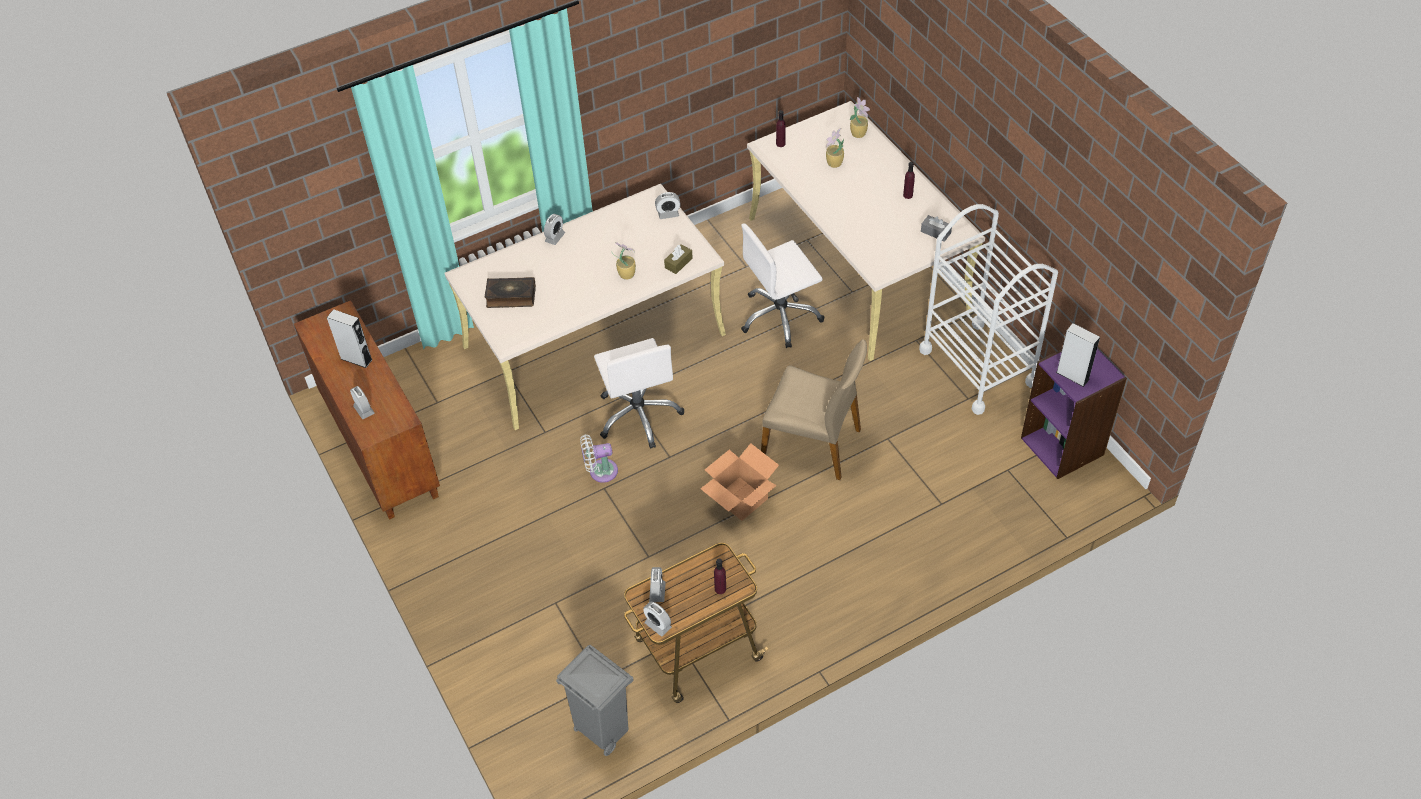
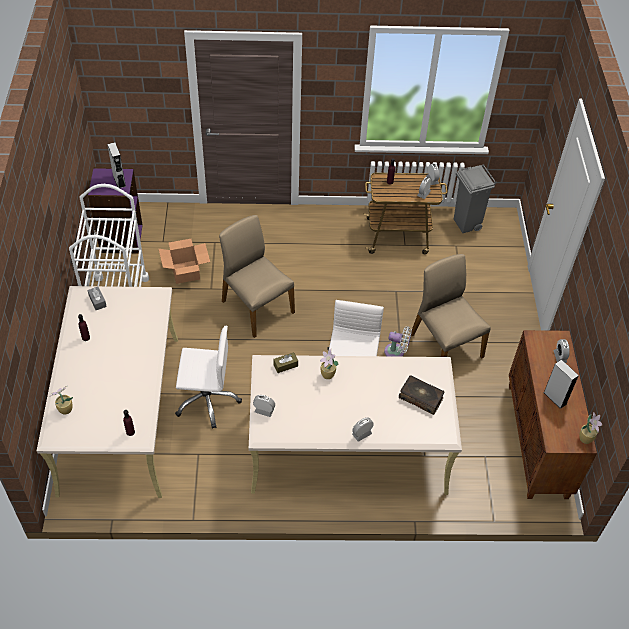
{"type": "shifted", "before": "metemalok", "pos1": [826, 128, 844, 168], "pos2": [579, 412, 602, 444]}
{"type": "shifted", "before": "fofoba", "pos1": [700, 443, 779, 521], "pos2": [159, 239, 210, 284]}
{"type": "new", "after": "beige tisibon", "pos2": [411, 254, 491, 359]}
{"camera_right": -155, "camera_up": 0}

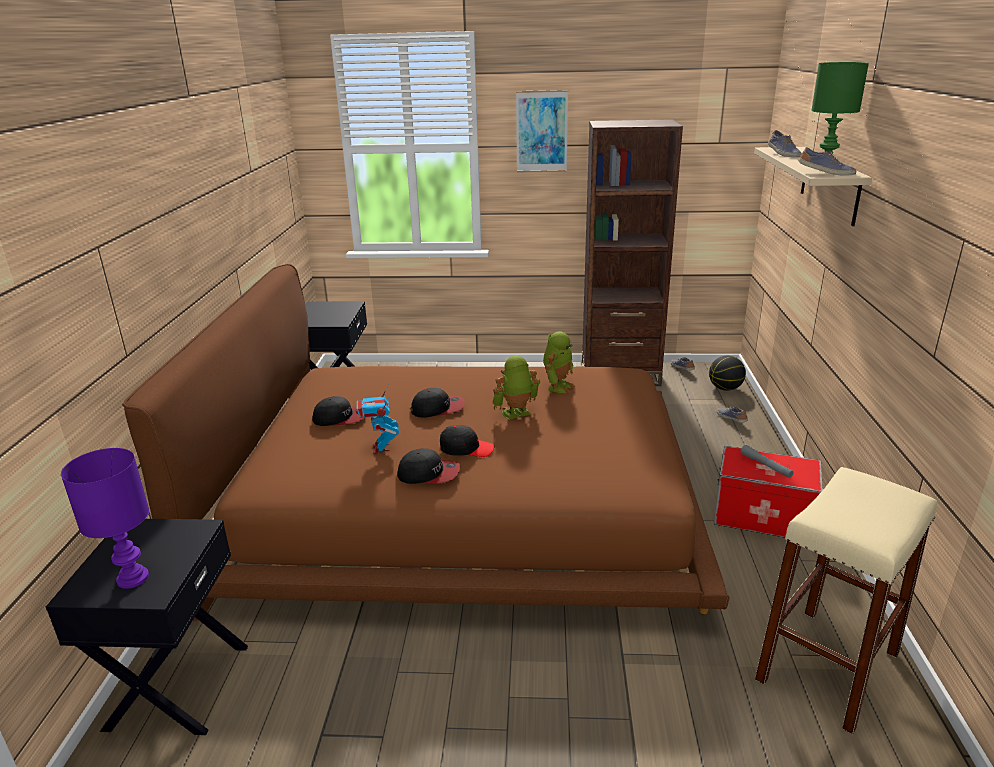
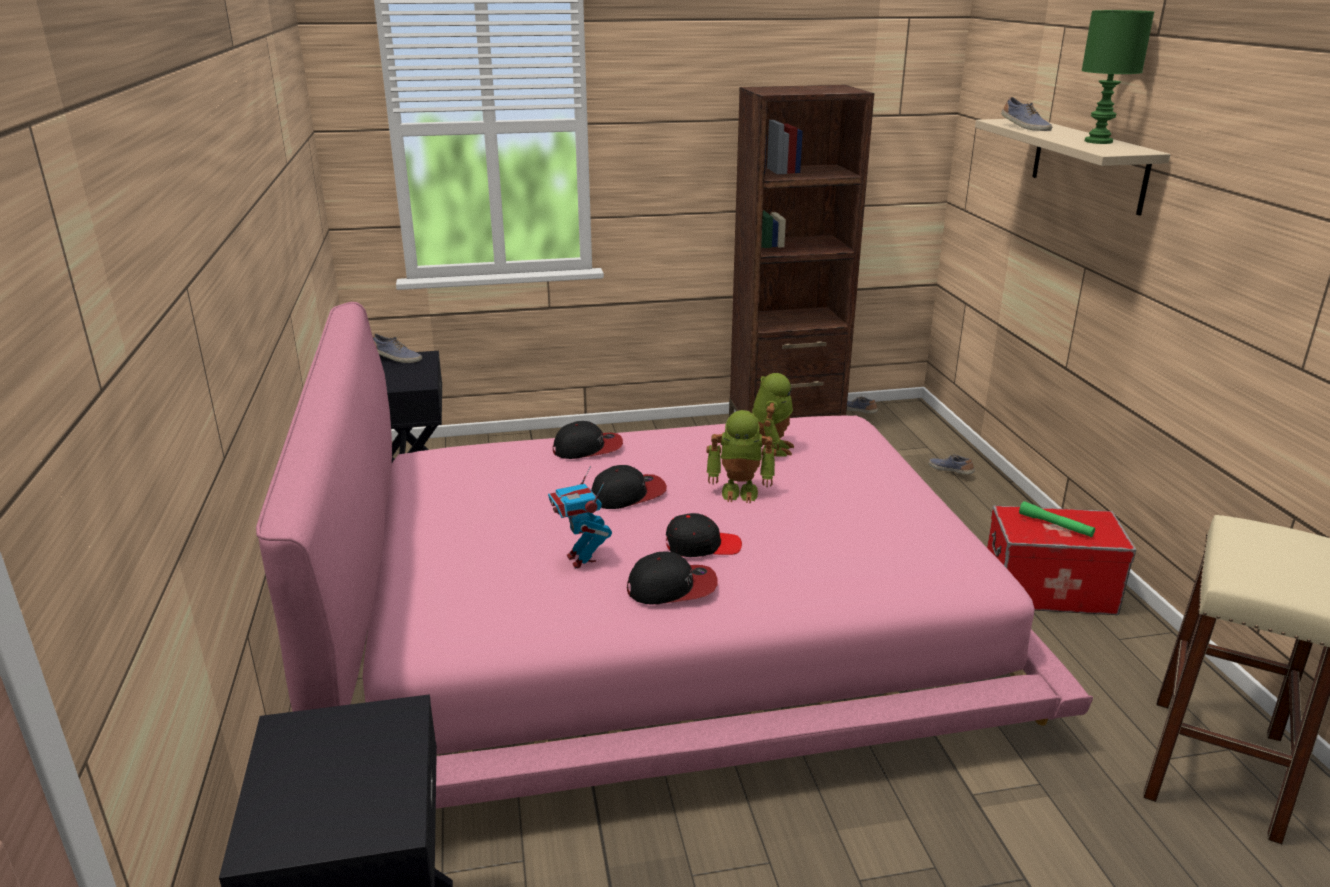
{"type": "gone", "before": "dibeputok", "pos1": [516, 90, 568, 172]}
{"type": "shifted", "before": "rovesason", "pos1": [798, 147, 856, 176], "pos2": [373, 333, 422, 363]}
{"type": "repainted", "before": "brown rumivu", "after": "pink rumivu", "pos1": [122, 264, 730, 620], "pos2": [256, 302, 1093, 808]}
{"type": "rotated", "before": "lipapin", "pos1": [493, 355, 540, 420], "pos2": [707, 410, 777, 503], "turn": -135}
{"type": "gone", "before": "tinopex", "pos1": [709, 356, 746, 391]}
{"type": "shifted", "before": "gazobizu", "pos1": [312, 396, 363, 426], "pos2": [553, 421, 623, 459]}
{"type": "repainted", "before": "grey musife", "after": "green musife", "pos1": [741, 445, 794, 478], "pos2": [1019, 501, 1095, 537]}
{"type": "gone", "before": "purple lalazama", "pos1": [61, 448, 149, 589]}
{"camera_right": -15, "camera_up": 0}

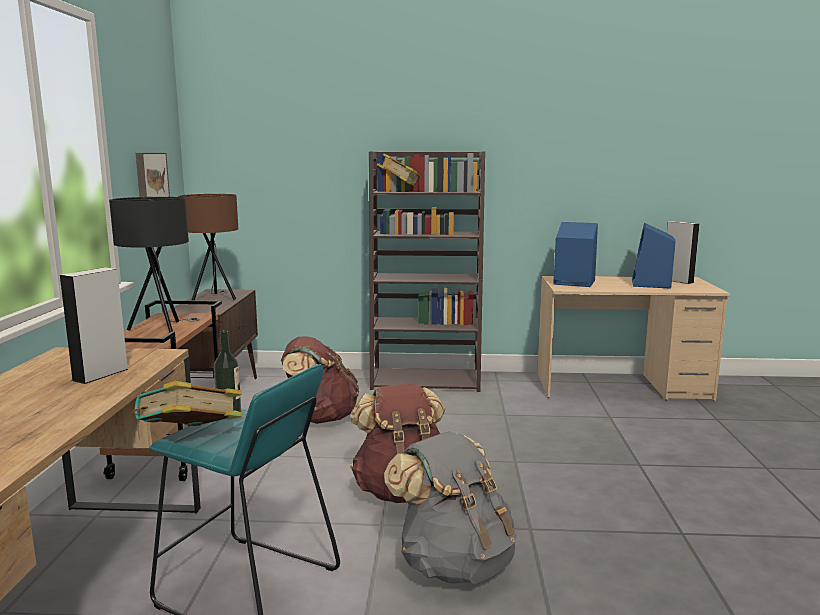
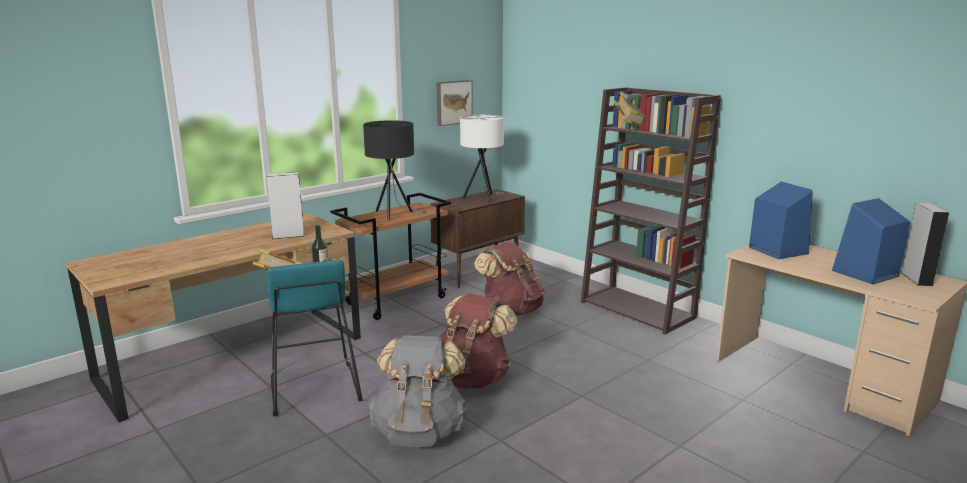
{"type": "repainted", "before": "brown lalazama", "after": "white lalazama", "pos1": [178, 194, 238, 301], "pos2": [460, 115, 504, 202]}
{"camera_right": 45, "camera_up": 5}

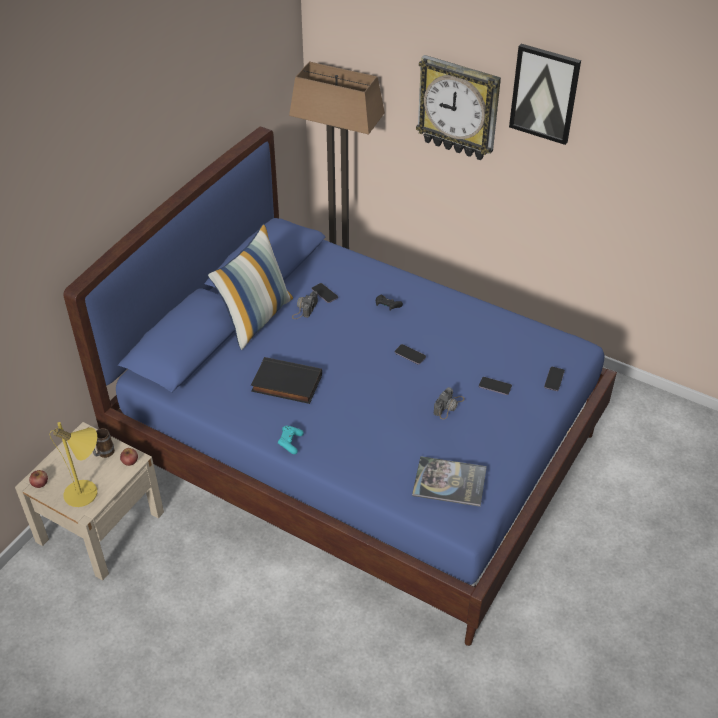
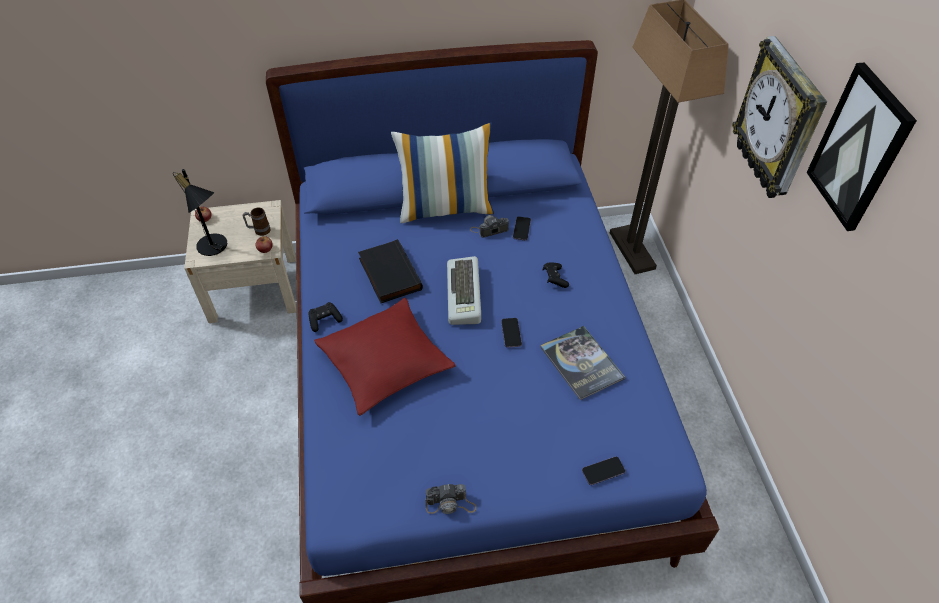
{"type": "gone", "before": "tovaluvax", "pos1": [479, 377, 512, 395]}
{"type": "shifted", "before": "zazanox", "pos1": [433, 387, 465, 419], "pos2": [425, 484, 477, 514]}
{"type": "repainted", "before": "yellow lalazama", "after": "black lalazama", "pos1": [50, 422, 97, 507], "pos2": [173, 169, 227, 256]}
{"type": "repainted", "before": "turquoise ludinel", "after": "black ludinel", "pos1": [278, 426, 304, 454], "pos2": [308, 302, 343, 332]}
{"type": "shifted", "before": "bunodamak", "pos1": [412, 456, 487, 507], "pos2": [540, 326, 625, 400]}
{"type": "new", "after": "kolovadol", "pos2": [447, 256, 481, 325]}
{"type": "new", "after": "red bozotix", "pos2": [314, 298, 456, 416]}
{"camera_right": 50, "camera_up": 5}

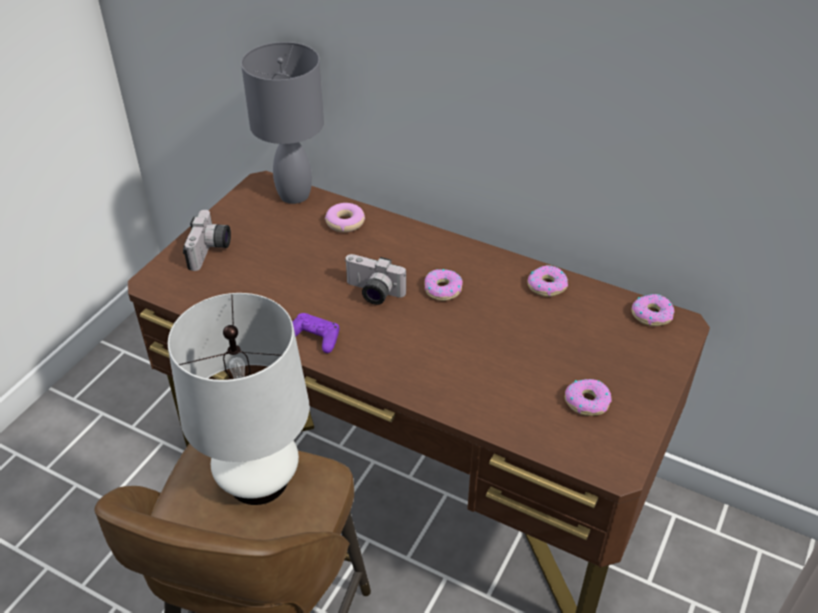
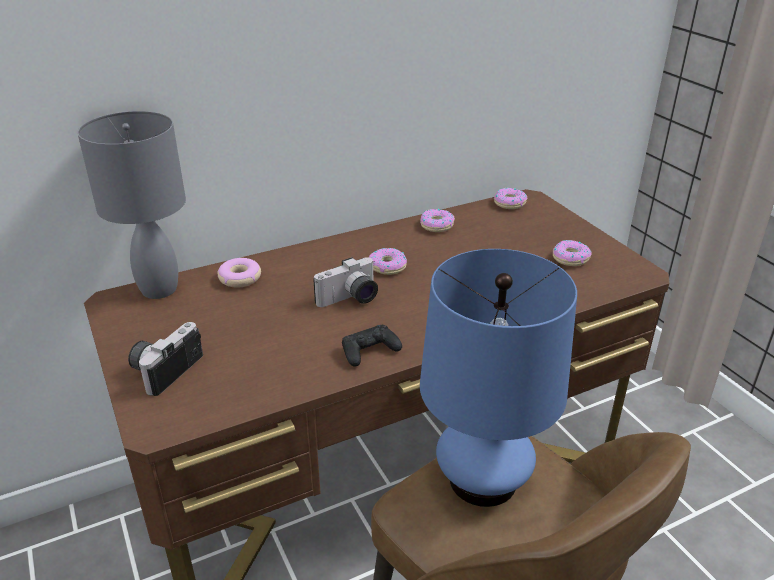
{"type": "rotated", "before": "zazanox", "pos1": [183, 210, 231, 271], "pos2": [128, 322, 203, 396], "turn": -105}
{"type": "repainted", "before": "white lalazama", "after": "blue lalazama", "pos1": [168, 293, 309, 505], "pos2": [420, 249, 577, 507]}
{"type": "repainted", "before": "purple ludinel", "after": "black ludinel", "pos1": [292, 313, 339, 353], "pos2": [342, 325, 402, 367]}
{"camera_right": -55, "camera_up": -10}

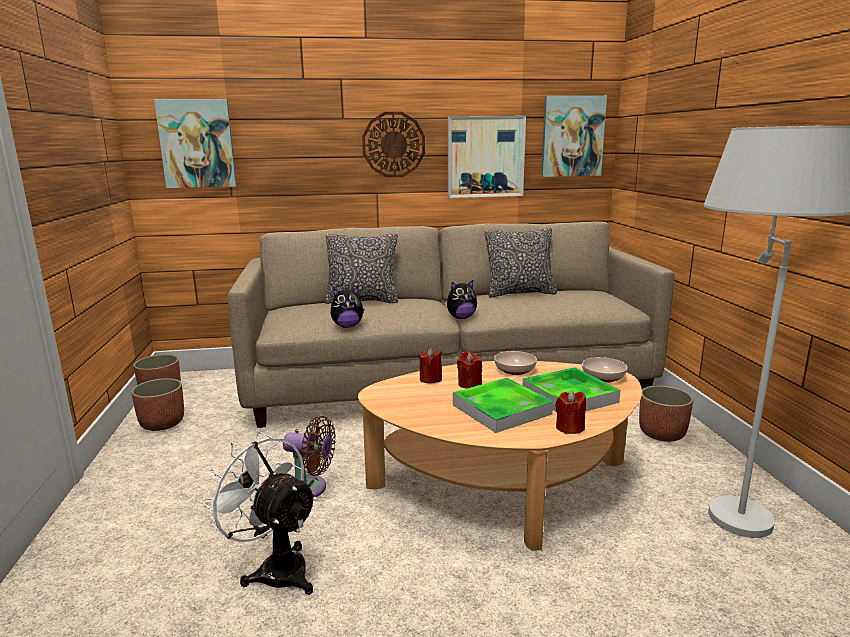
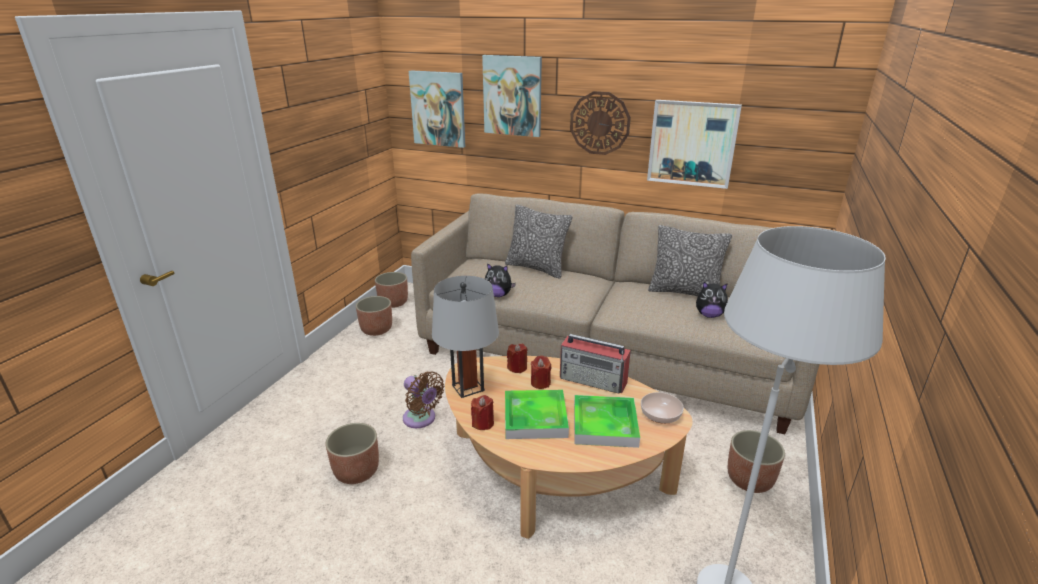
{"type": "shifted", "before": "dibeputok", "pos1": [541, 95, 607, 177], "pos2": [482, 55, 542, 137]}
{"type": "shifted", "before": "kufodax", "pos1": [447, 280, 477, 319], "pos2": [696, 282, 728, 318]}
{"type": "swapped", "before": "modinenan", "after": "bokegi", "pos1": [494, 351, 537, 375], "pos2": [560, 334, 631, 394]}
{"type": "shifted", "before": "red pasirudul", "pos1": [556, 390, 586, 434], "pos2": [471, 395, 494, 430]}
{"type": "swapped", "before": "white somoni", "after": "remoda", "pos1": [201, 431, 318, 595], "pos2": [325, 423, 379, 484]}
{"type": "new", "after": "grey lalazama", "pos2": [432, 276, 499, 398]}
{"camera_right": 30, "camera_up": 10}

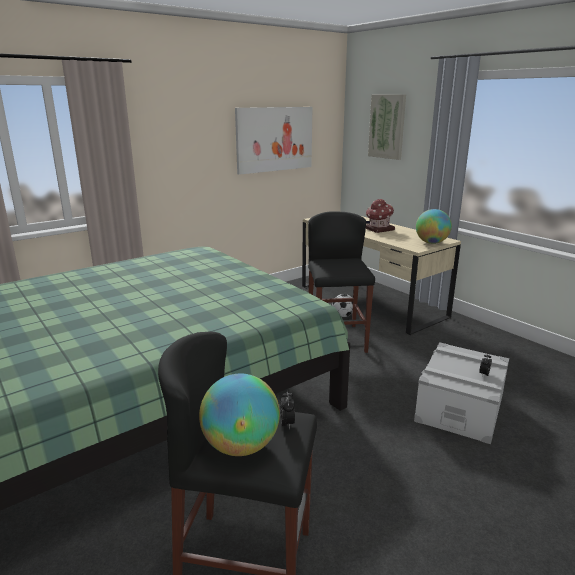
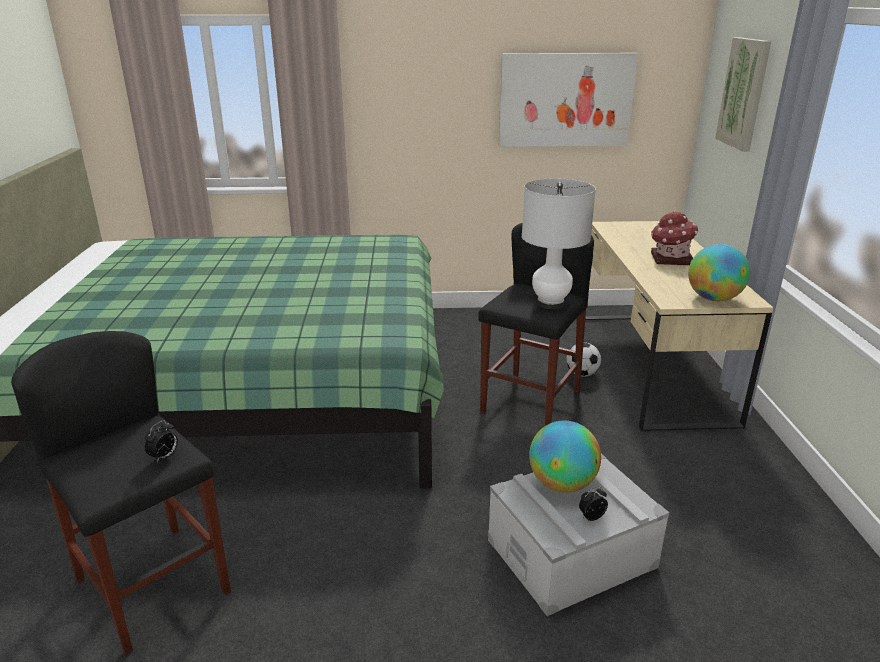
{"type": "shifted", "before": "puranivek", "pos1": [199, 373, 280, 456], "pos2": [529, 421, 601, 492]}
{"type": "new", "after": "white lalazama", "pos2": [522, 178, 596, 309]}
{"camera_right": 35, "camera_up": 5}

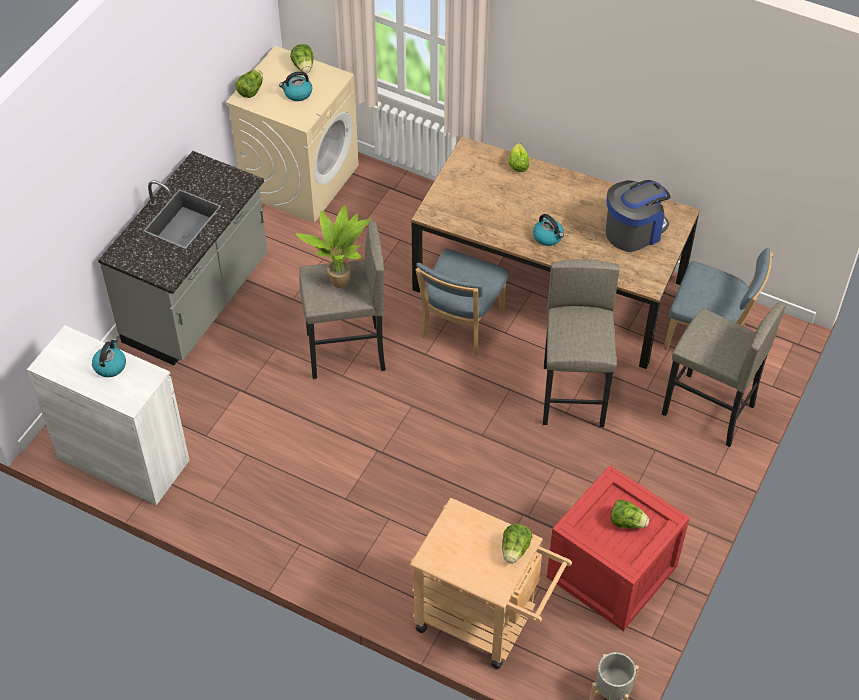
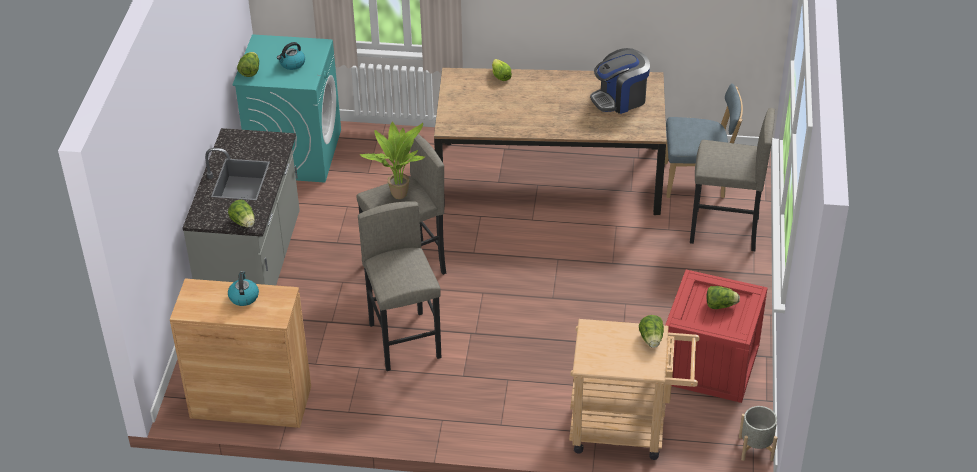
{"type": "shifted", "before": "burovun", "pos1": [290, 44, 314, 73], "pos2": [228, 200, 255, 228]}
{"type": "repainted", "before": "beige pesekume", "after": "turquoise pesekume", "pos1": [226, 46, 359, 223], "pos2": [232, 34, 341, 183]}
{"type": "rotated", "before": "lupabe", "pos1": [606, 180, 670, 252], "pos2": [590, 48, 650, 114], "turn": -150}
{"type": "gone", "before": "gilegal", "pos1": [533, 214, 564, 246]}
{"type": "gone", "before": "blue tisibon", "pos1": [416, 249, 509, 357]}
{"type": "shifted", "before": "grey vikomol", "pos1": [543, 259, 620, 427], "pos2": [358, 201, 442, 371]}
{"type": "repainted", "before": "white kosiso", "after": "brown kosiso", "pos1": [27, 325, 190, 505], "pos2": [170, 278, 311, 428]}
{"camera_right": -20, "camera_up": -10}

